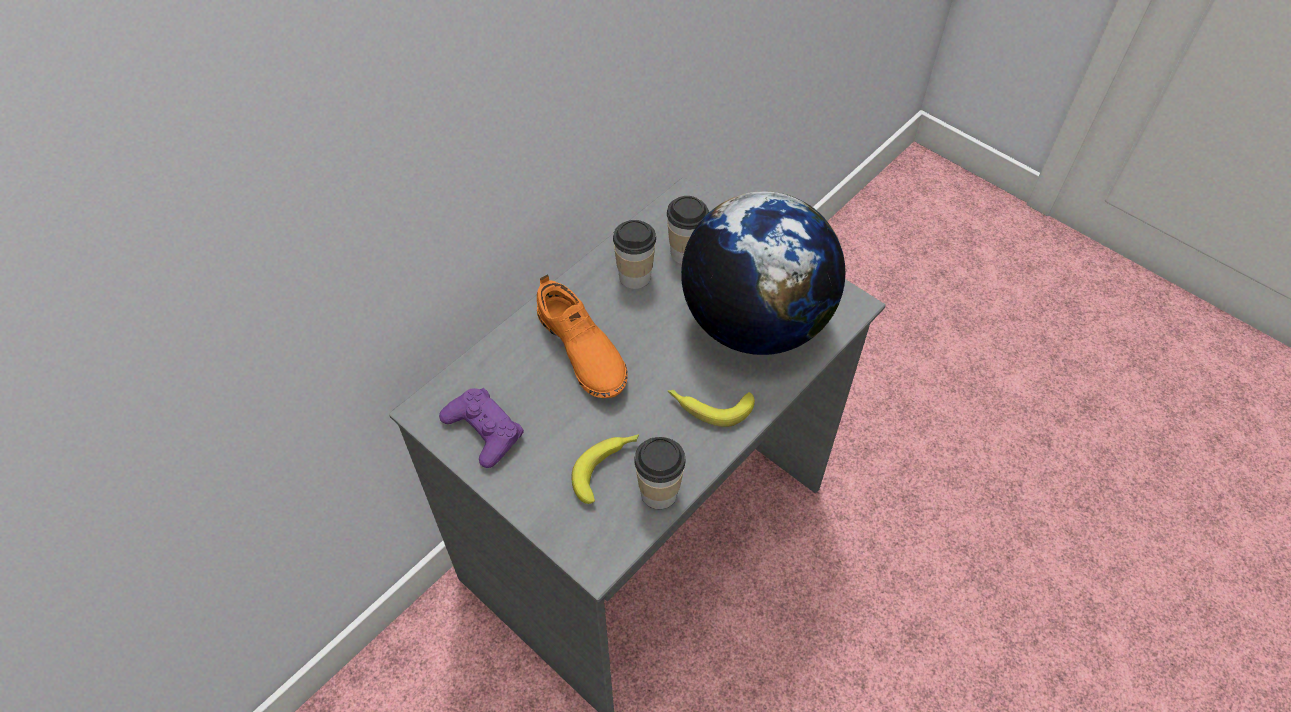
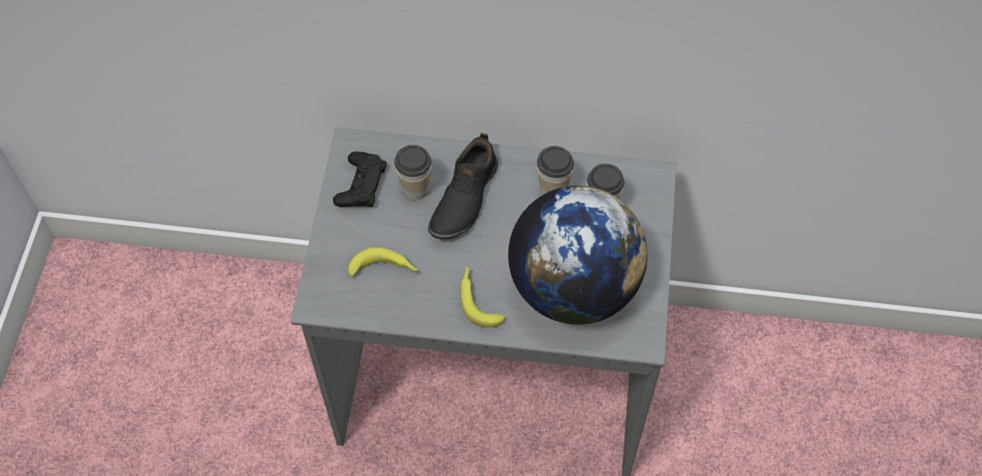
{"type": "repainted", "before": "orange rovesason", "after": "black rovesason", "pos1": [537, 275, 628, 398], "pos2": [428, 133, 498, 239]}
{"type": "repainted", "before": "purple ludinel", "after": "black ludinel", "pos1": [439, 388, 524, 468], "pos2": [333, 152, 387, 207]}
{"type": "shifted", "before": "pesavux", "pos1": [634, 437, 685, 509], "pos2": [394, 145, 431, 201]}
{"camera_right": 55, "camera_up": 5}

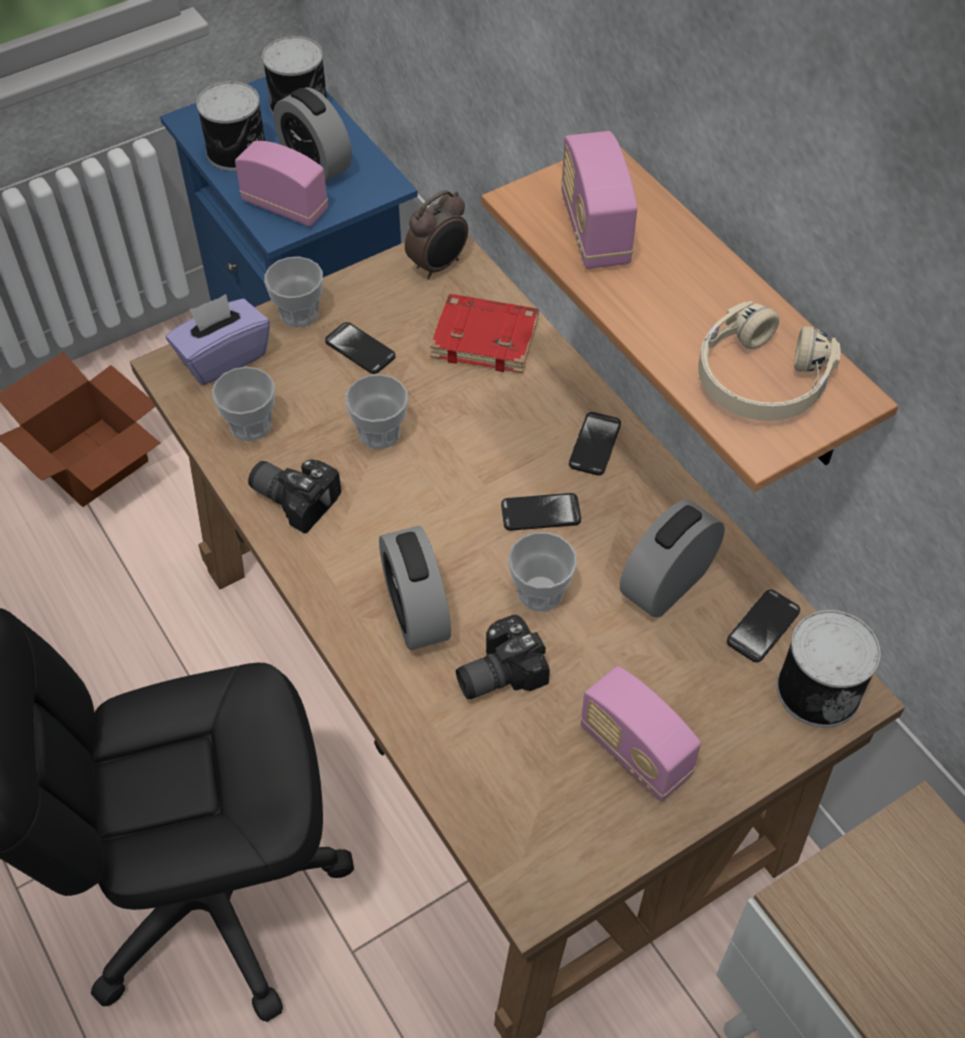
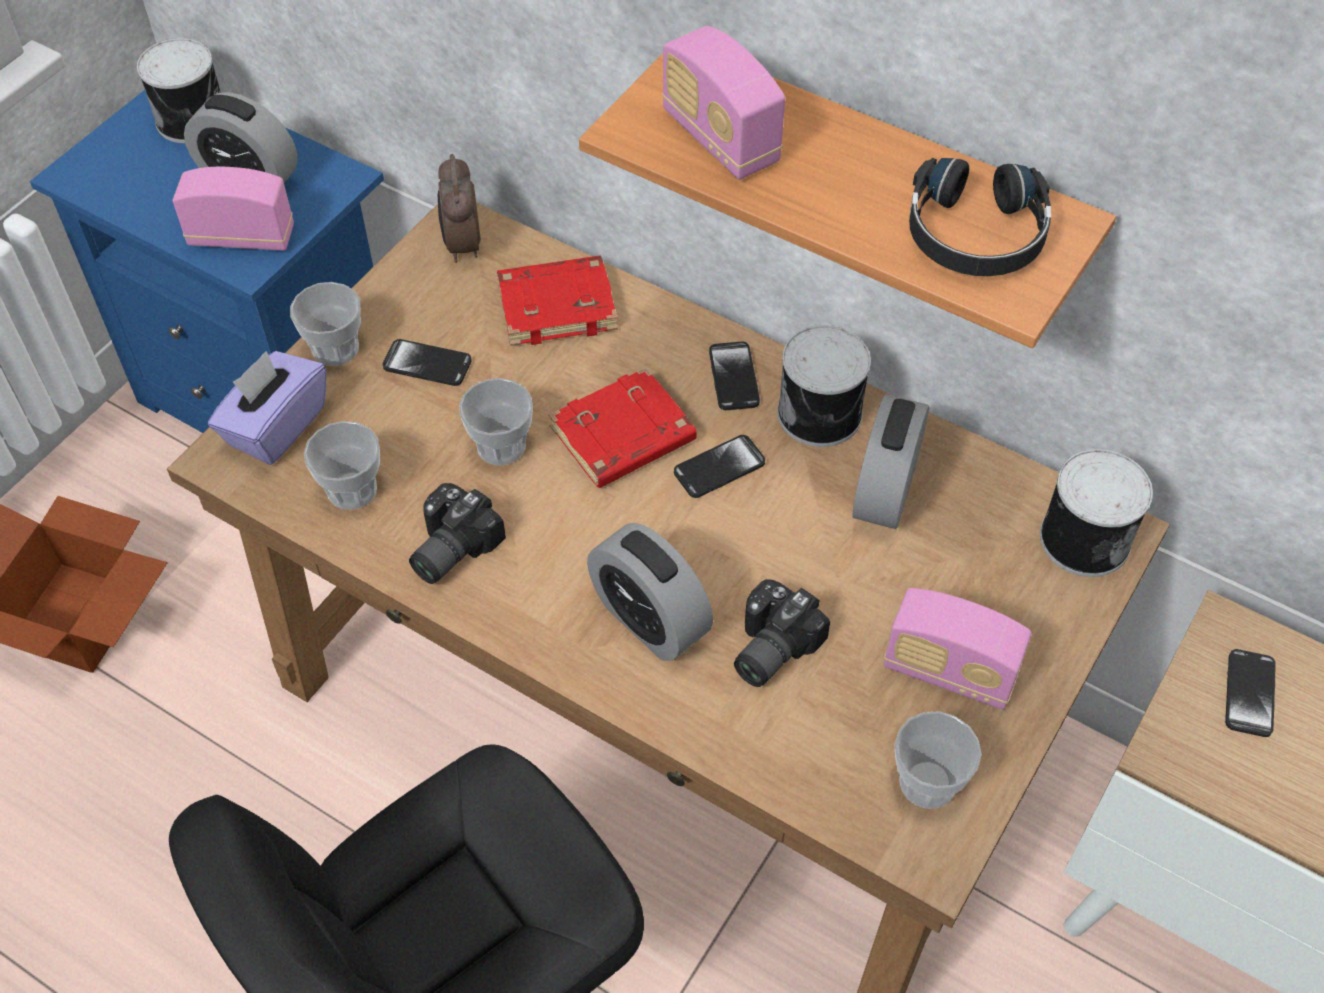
{"type": "shifted", "before": "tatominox", "pos1": [196, 81, 265, 171], "pos2": [777, 325, 871, 447]}
{"type": "rotated", "before": "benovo", "pos1": [405, 190, 468, 280], "pos2": [438, 154, 481, 263], "turn": 150}
{"type": "repainted", "before": "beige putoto", "after": "black putoto", "pos1": [698, 301, 841, 421], "pos2": [909, 158, 1051, 276]}
{"type": "rotated", "before": "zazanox", "pos1": [248, 460, 341, 533], "pos2": [409, 483, 506, 584], "turn": -60}
{"type": "shifted", "before": "pesavux", "pos1": [509, 532, 577, 612], "pos2": [895, 711, 982, 809]}
{"type": "shifted", "before": "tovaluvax", "pos1": [727, 589, 800, 662], "pos2": [1225, 649, 1276, 737]}
{"type": "new", "after": "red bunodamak", "pos2": [549, 367, 697, 488]}
{"camera_right": -25, "camera_up": 0}

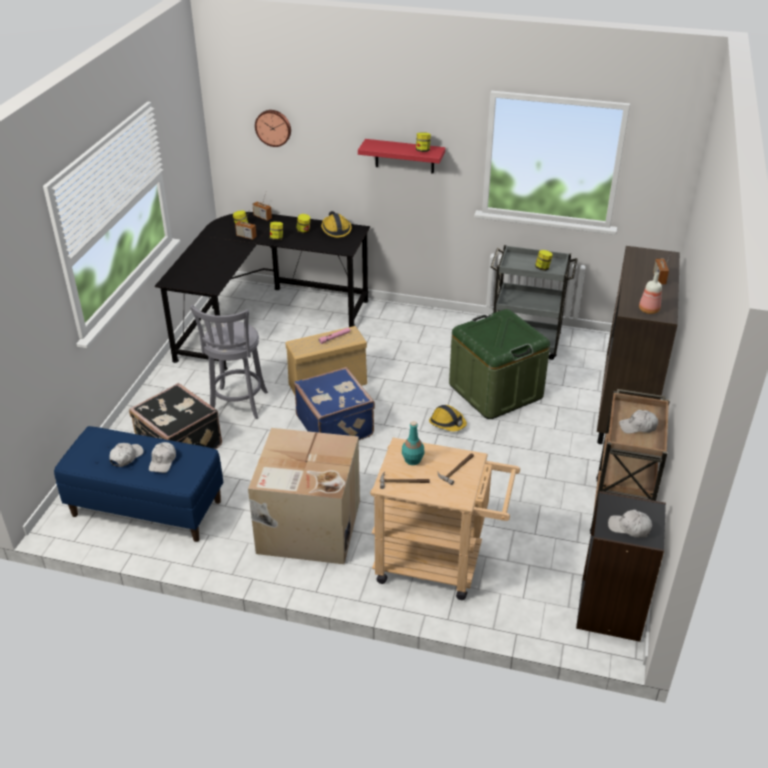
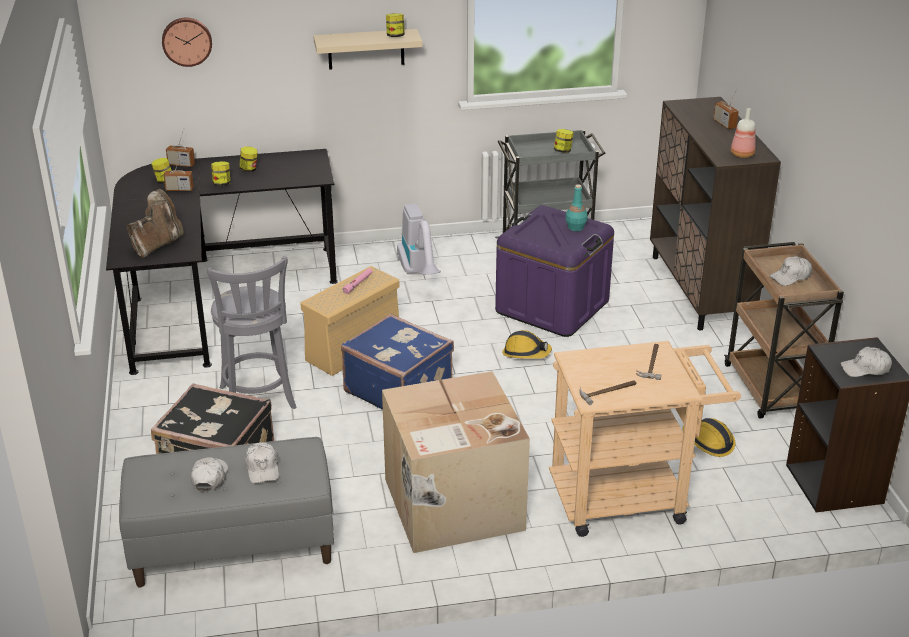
{"type": "repainted", "before": "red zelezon", "after": "beige zelezon", "pos1": [358, 139, 445, 174], "pos2": [313, 29, 423, 70]}
{"type": "shifted", "before": "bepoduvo", "pos1": [321, 211, 352, 238], "pos2": [682, 418, 735, 457]}
{"type": "repainted", "before": "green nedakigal", "after": "purple nedakigal", "pos1": [449, 309, 550, 419], "pos2": [495, 205, 614, 337]}
{"type": "shifted", "before": "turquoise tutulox", "pos1": [402, 421, 424, 465], "pos2": [565, 184, 588, 231]}
{"type": "repainted", "before": "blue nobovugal", "after": "grey nobovugal", "pos1": [54, 426, 223, 542], "pos2": [119, 437, 334, 587]}
{"type": "new", "after": "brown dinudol", "pos2": [127, 189, 183, 258]}
{"type": "new", "after": "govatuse", "pos2": [397, 203, 441, 275]}
{"camera_right": -25, "camera_up": -5}

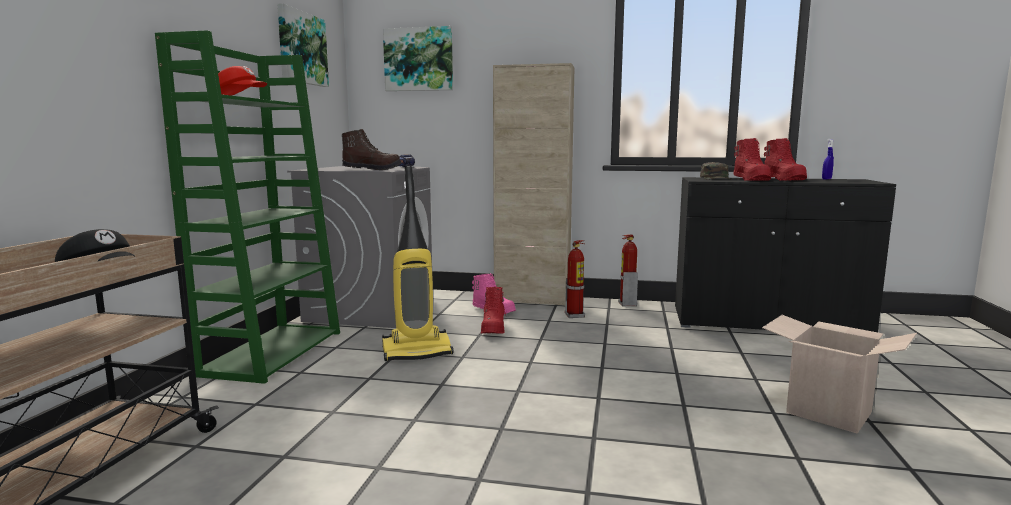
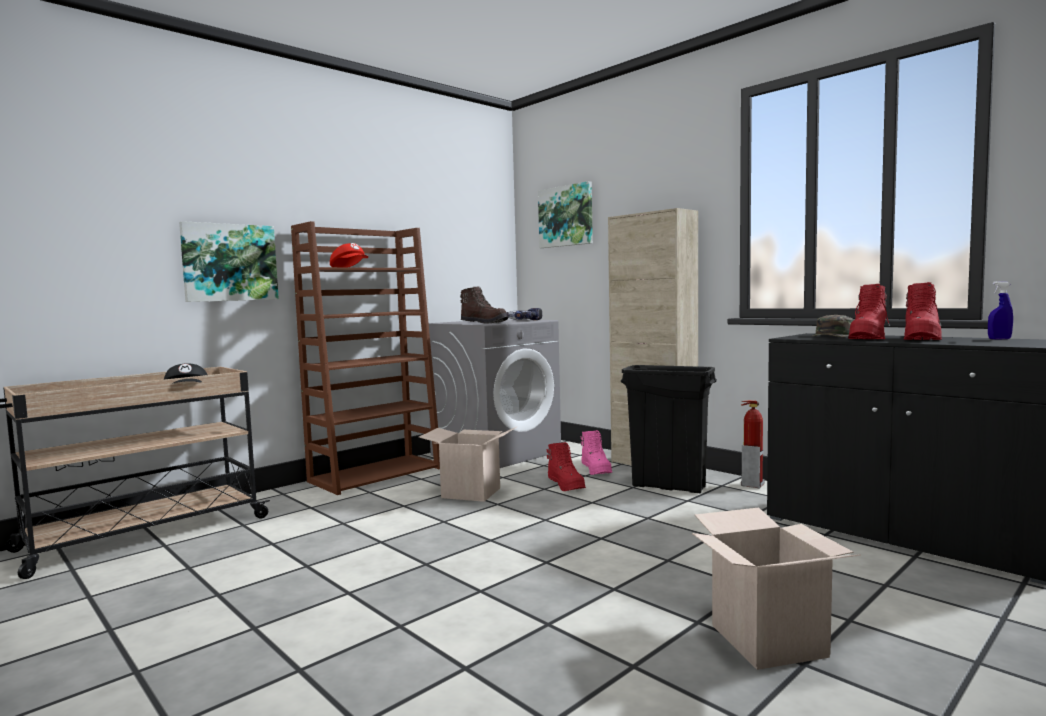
{"type": "shifted", "before": "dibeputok", "pos1": [277, 3, 329, 87], "pos2": [179, 221, 279, 302]}
{"type": "repainted", "before": "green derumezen", "after": "brown derumezen", "pos1": [155, 30, 340, 384], "pos2": [291, 221, 440, 495]}
{"type": "swapped", "before": "govatuse", "after": "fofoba", "pos1": [382, 166, 453, 361], "pos2": [419, 427, 517, 502]}
{"type": "swapped", "before": "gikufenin", "after": "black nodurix", "pos1": [565, 240, 585, 318], "pos2": [621, 365, 717, 493]}
{"type": "rotated", "before": "red dinudol", "pos1": [481, 287, 507, 334], "pos2": [547, 442, 586, 491], "turn": -60}
{"camera_right": 35, "camera_up": -5}

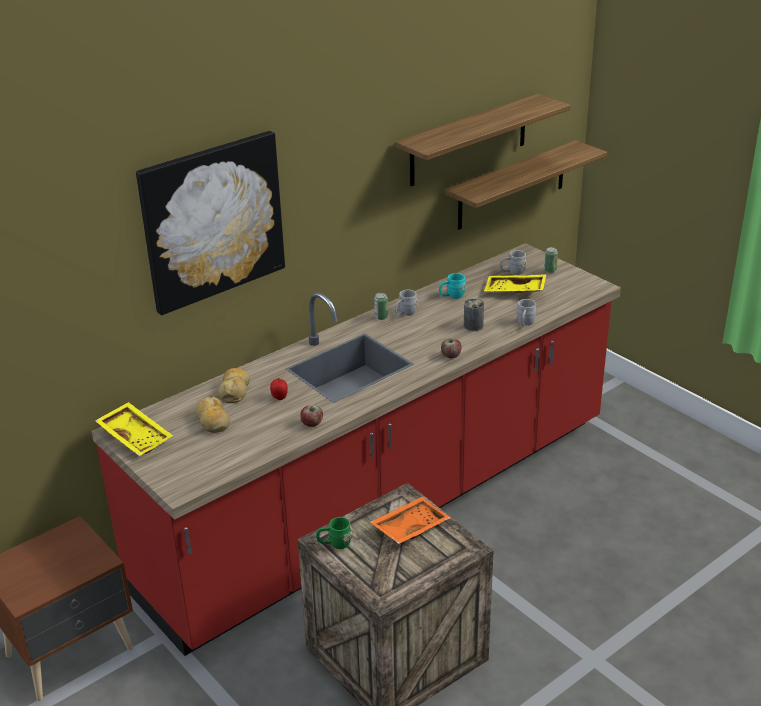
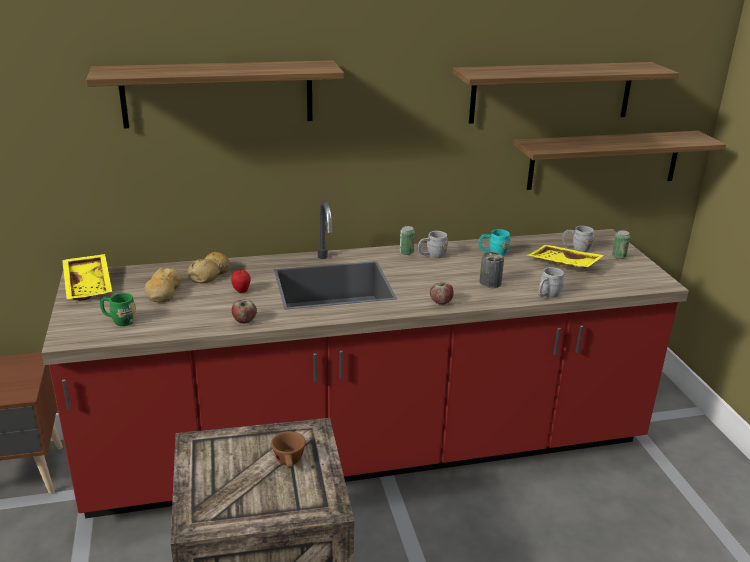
{"type": "swapped", "before": "dibeputok", "after": "zelezon", "pos1": [136, 131, 285, 315], "pos2": [86, 60, 344, 128]}
{"type": "swapped", "before": "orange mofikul", "after": "brown pesavux", "pos1": [370, 497, 451, 544], "pos2": [271, 431, 306, 468]}
{"type": "shifted", "before": "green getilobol", "pos1": [316, 517, 353, 549], "pos2": [100, 293, 136, 326]}
{"camera_right": 25, "camera_up": -5}

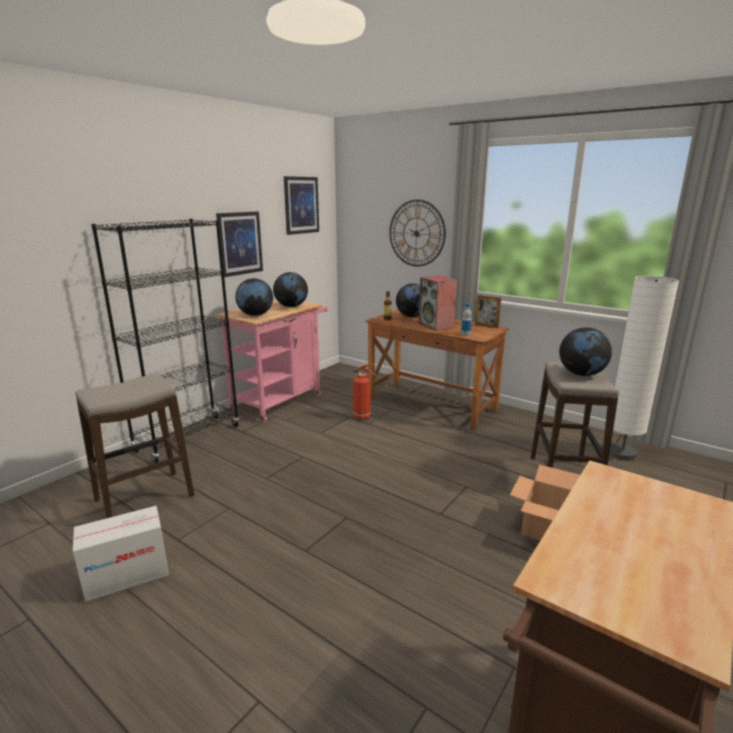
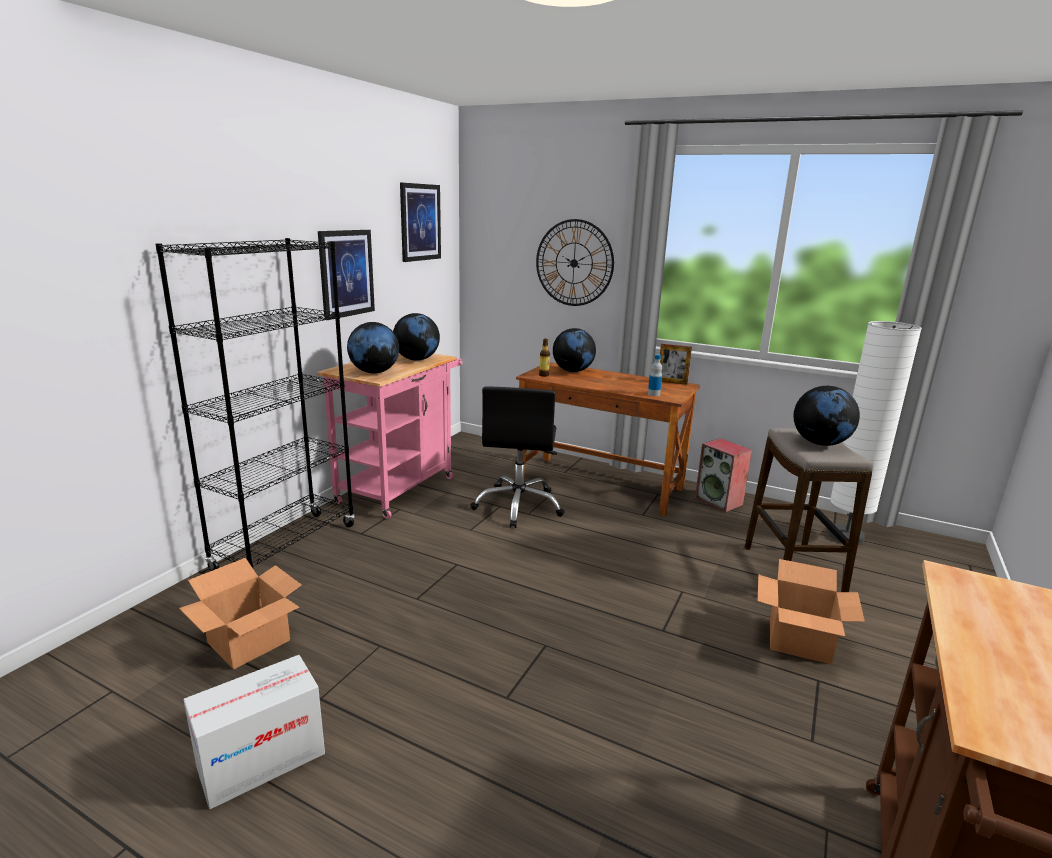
{"type": "shifted", "before": "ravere", "pos1": [419, 276, 457, 331], "pos2": [695, 438, 752, 512]}
{"type": "swapped", "before": "gikufenin", "after": "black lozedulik", "pos1": [353, 364, 378, 420], "pos2": [471, 387, 565, 528]}
{"type": "swapped", "before": "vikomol", "after": "fofoba", "pos1": [75, 373, 194, 518], "pos2": [179, 558, 302, 669]}
{"camera_right": -10, "camera_up": 0}

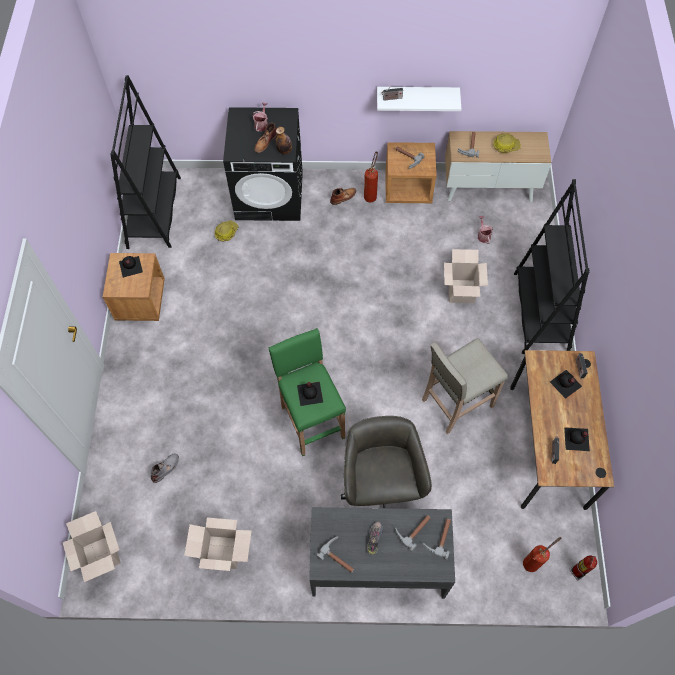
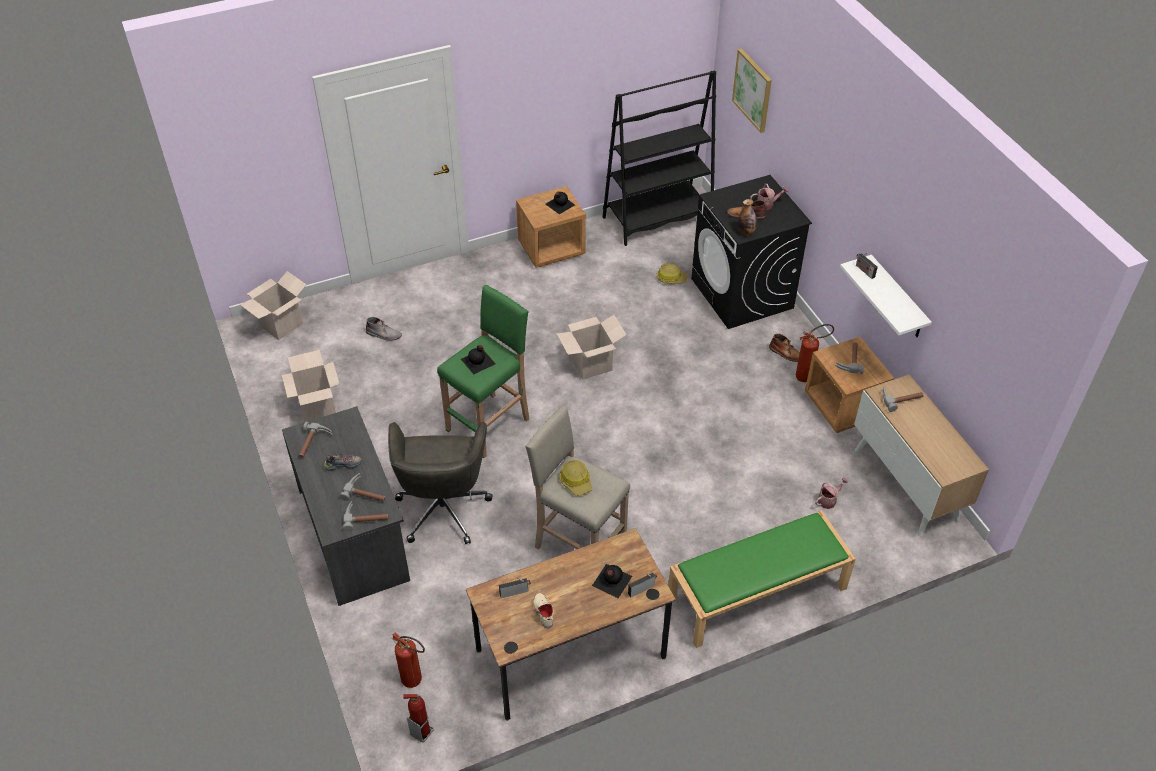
{"type": "shifted", "before": "bepoduvo", "pos1": [493, 133, 521, 153], "pos2": [559, 460, 592, 496]}
{"type": "swapped", "before": "black derumezen", "after": "green nobovugal", "pos1": [514, 179, 589, 354], "pos2": [668, 510, 856, 648]}
{"type": "shifted", "before": "fofoba", "pos1": [444, 249, 488, 303], "pos2": [557, 315, 626, 379]}
{"type": "rotated", "before": "grey lozedulik", "pos1": [341, 416, 432, 508], "pos2": [388, 422, 493, 544], "turn": 120}
{"type": "swapped", "before": "black tutulox", "after": "beige rovesason", "pos1": [564, 427, 590, 451], "pos2": [533, 593, 553, 628]}
{"type": "new", "after": "dibeputok", "pos2": [732, 48, 772, 133]}
{"camera_right": 65, "camera_up": -15}

